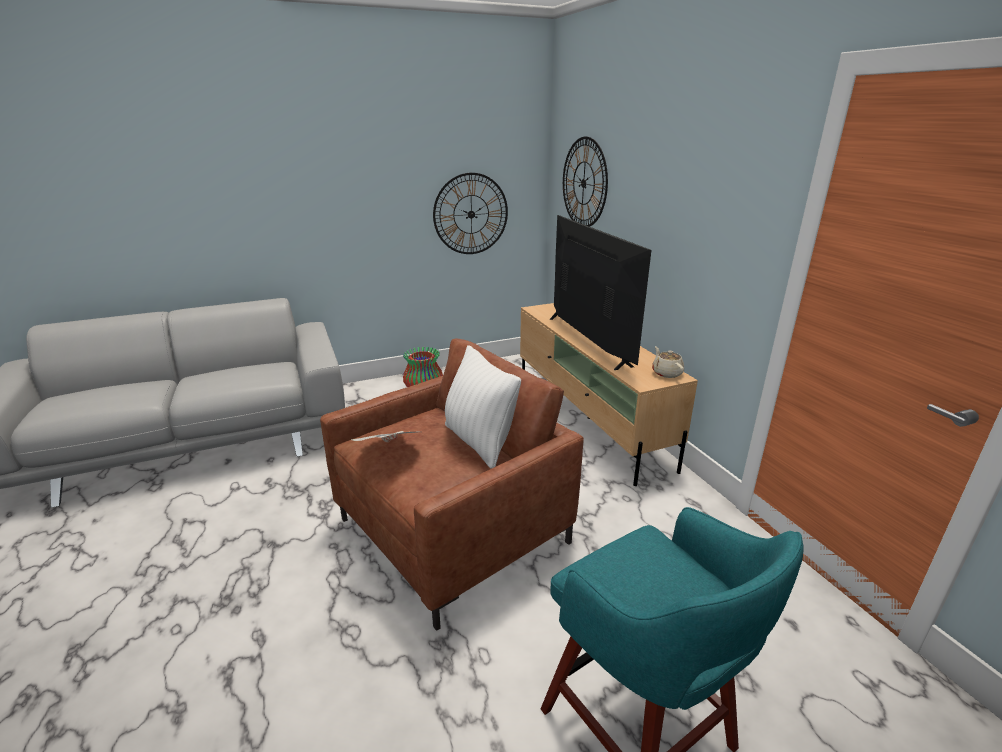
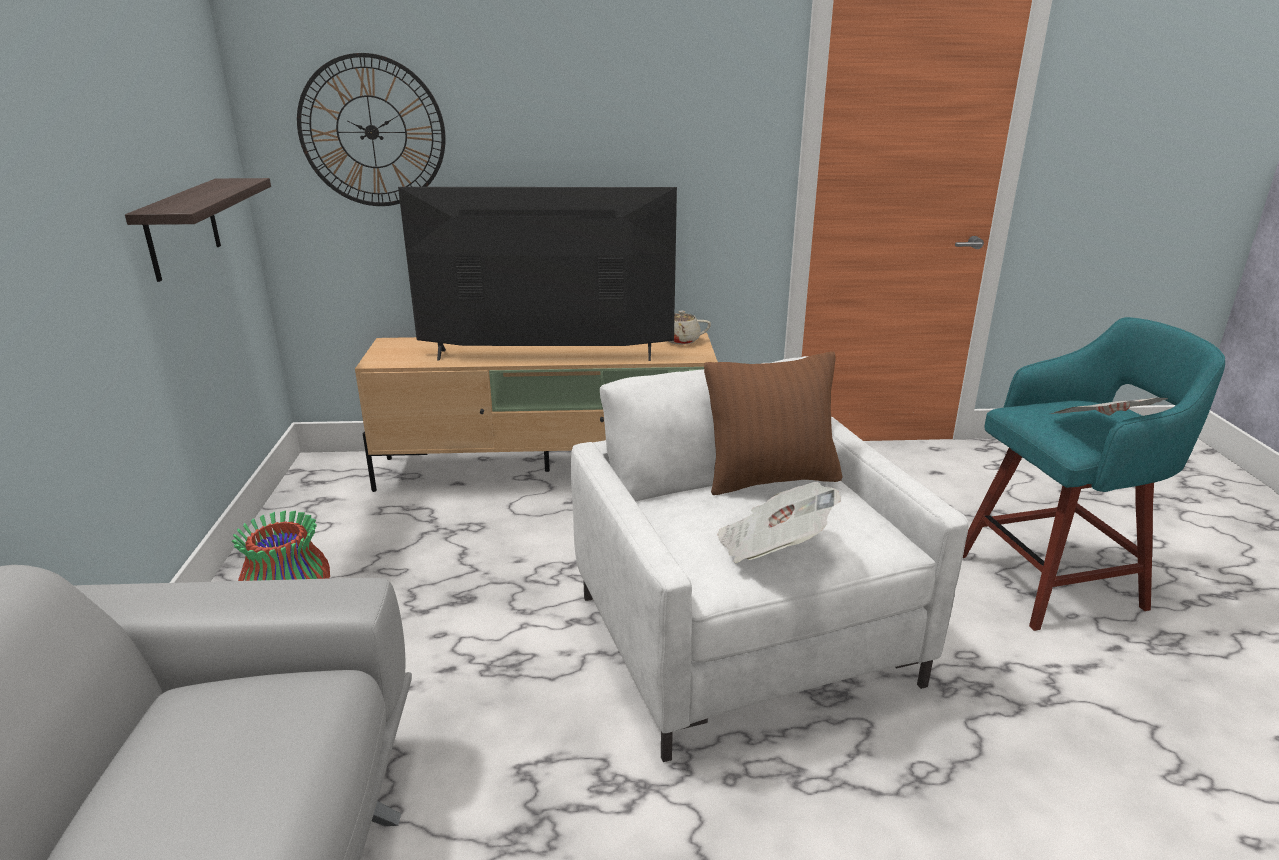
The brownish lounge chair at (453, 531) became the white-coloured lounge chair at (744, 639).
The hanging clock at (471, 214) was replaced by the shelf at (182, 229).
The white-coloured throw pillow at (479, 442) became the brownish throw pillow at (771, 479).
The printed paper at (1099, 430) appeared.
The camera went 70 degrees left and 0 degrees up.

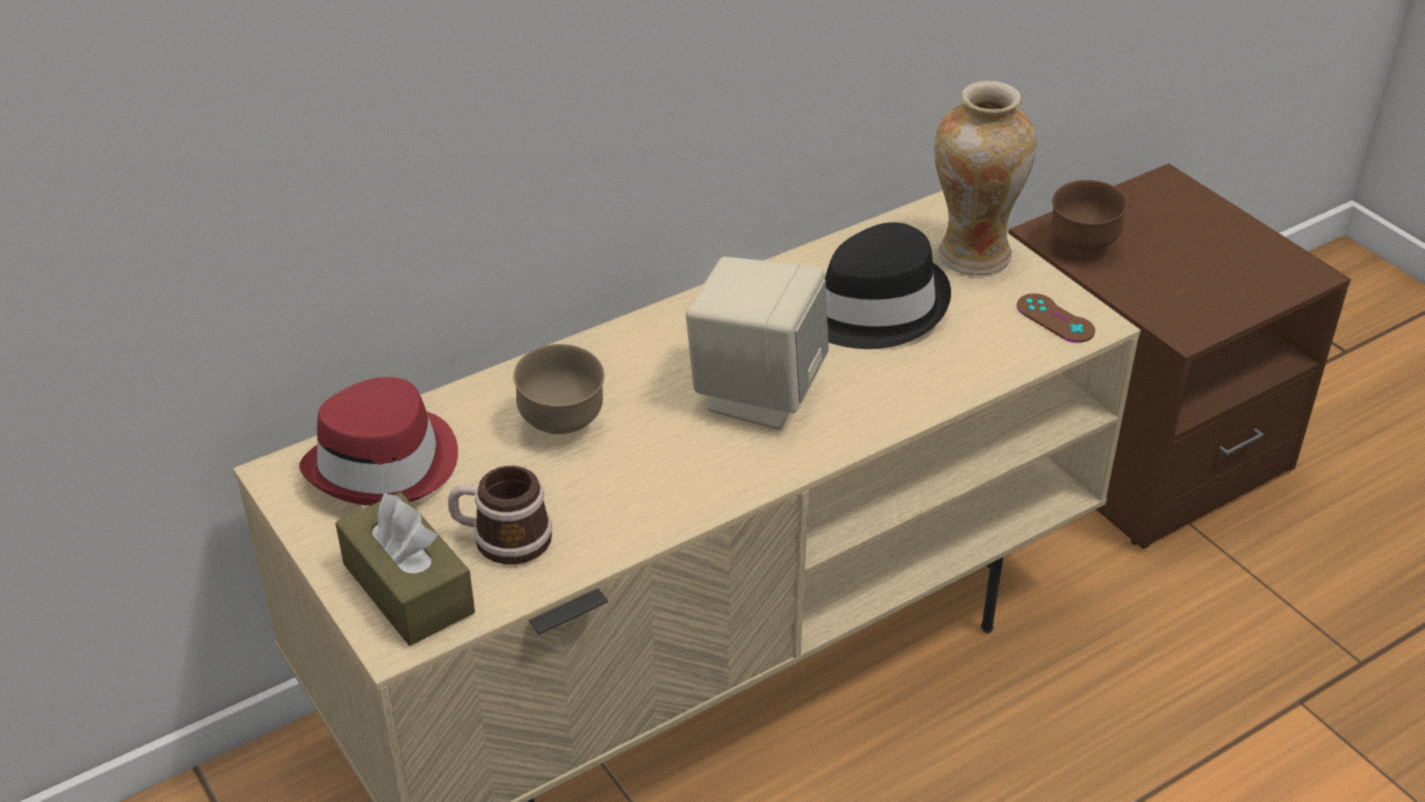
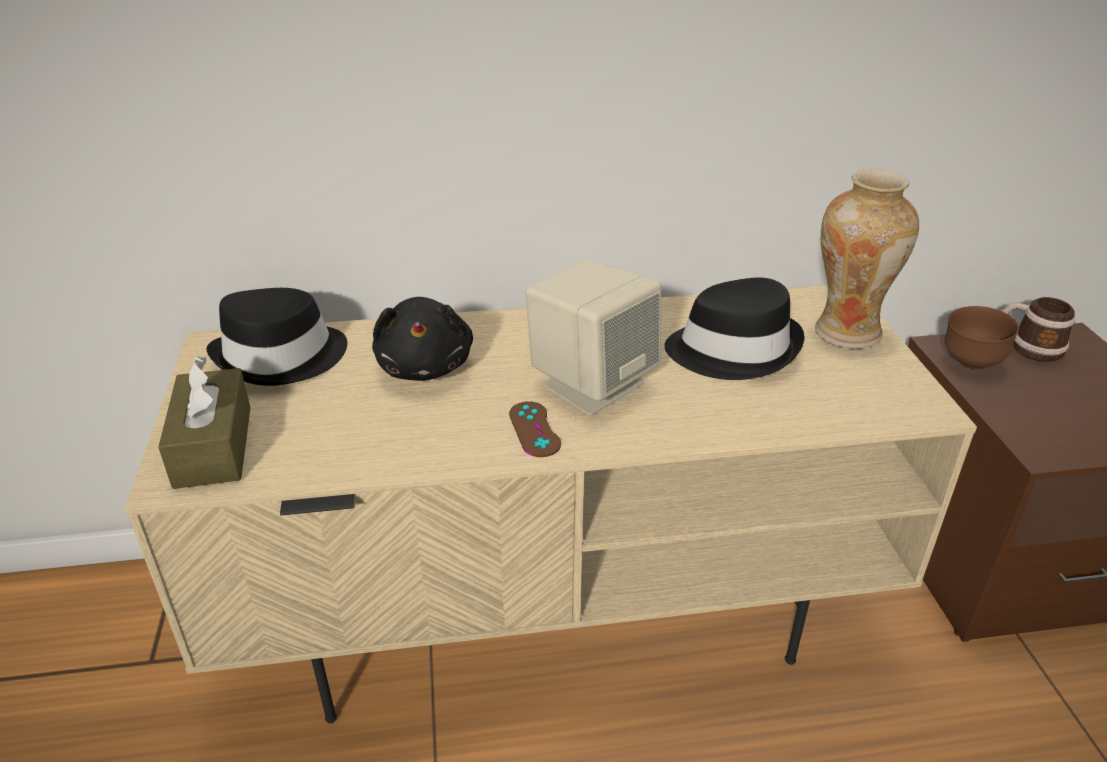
The reddish hat at (385, 464) became the blackish hat at (281, 357).
The tea mug moved from (501, 538) to (1028, 346).
The brownish serving bowl at (562, 425) was replaced by the blackish soft toy at (425, 366).
The brownish gamepad moved from (1055, 318) to (534, 429).
The camera went 25 degrees right and 5 degrees down.

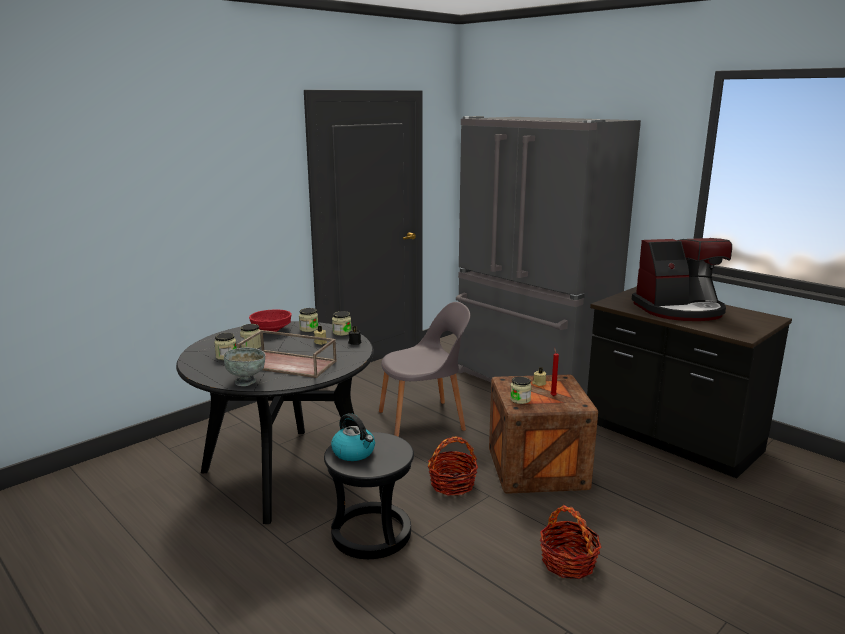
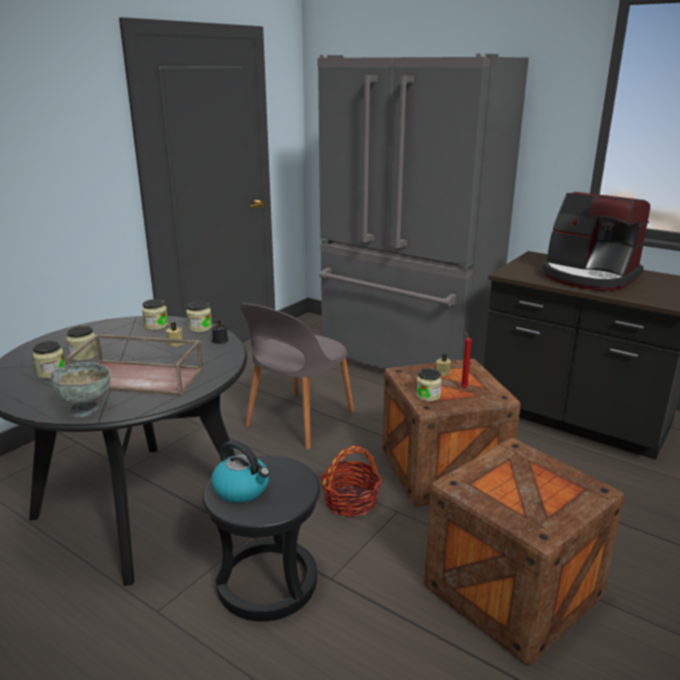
The reddish serving bowl at (272, 330) disappeared.
The greyish chair at (424, 420) turned 150 degrees clockwise.
The storage basket at (568, 562) was replaced by the packing crate at (512, 592).
The coffee machine at (679, 310) turned 60 degrees clockwise.
The camera went 10 degrees left and 5 degrees up.

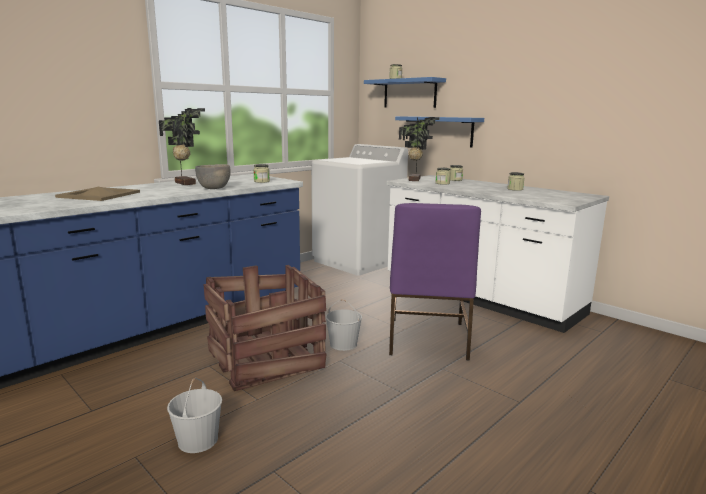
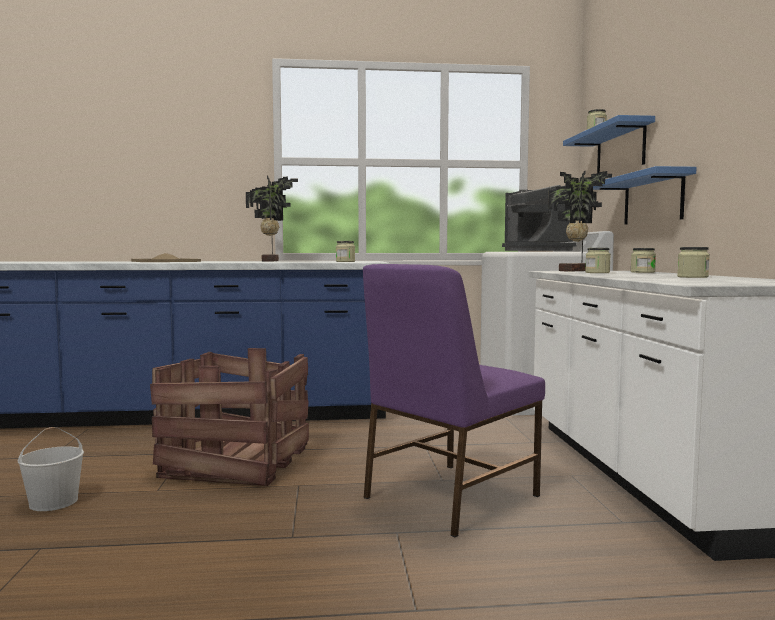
The greyish serving bowl at (214, 188) disappeared.
The white-coloured bucket at (343, 344) disappeared.
The coffee machine at (535, 251) appeared.
The camera went 40 degrees right and 10 degrees down.

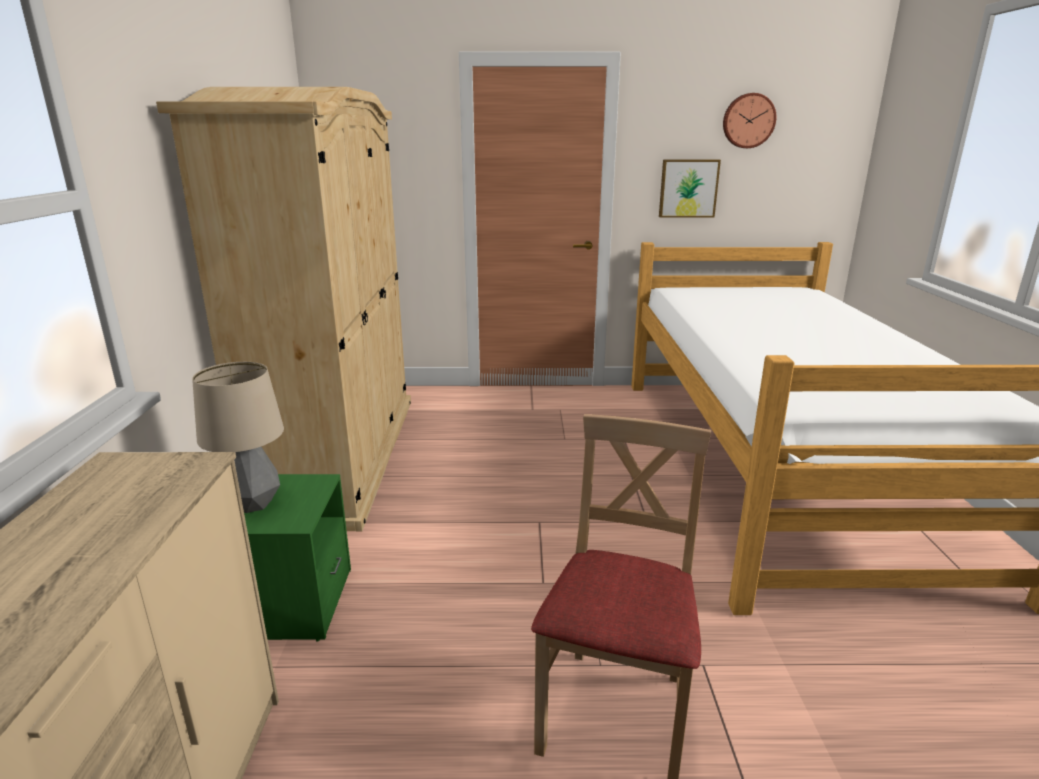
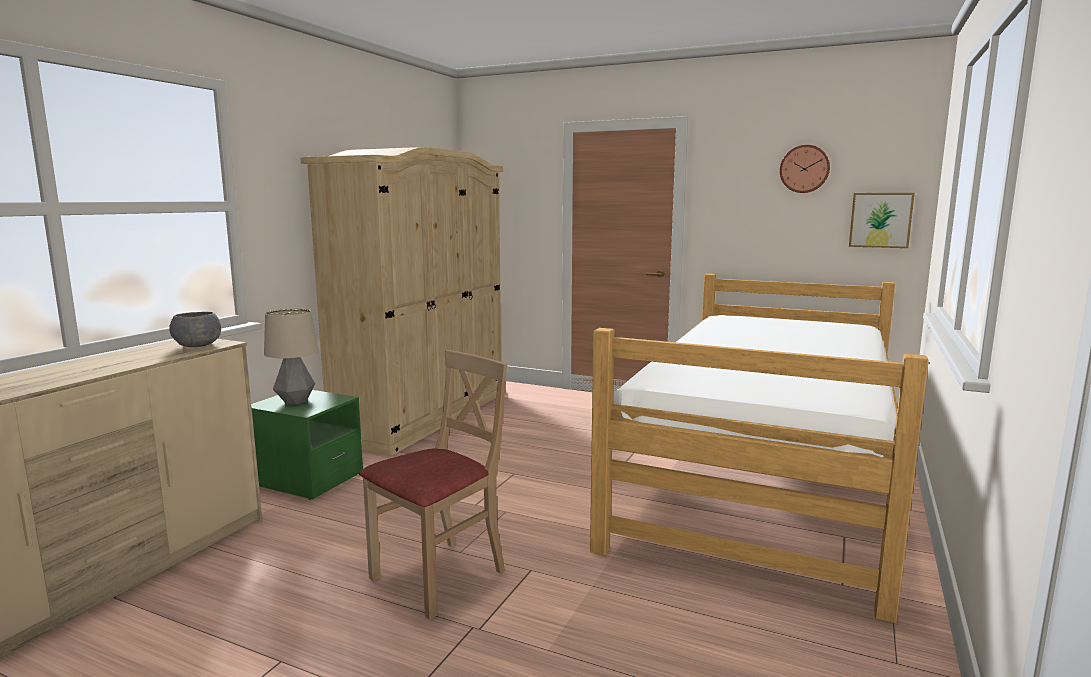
The picture moved from (688, 188) to (880, 220).
The greyish serving bowl at (198, 345) appeared.
The camera went 25 degrees right and 10 degrees down.

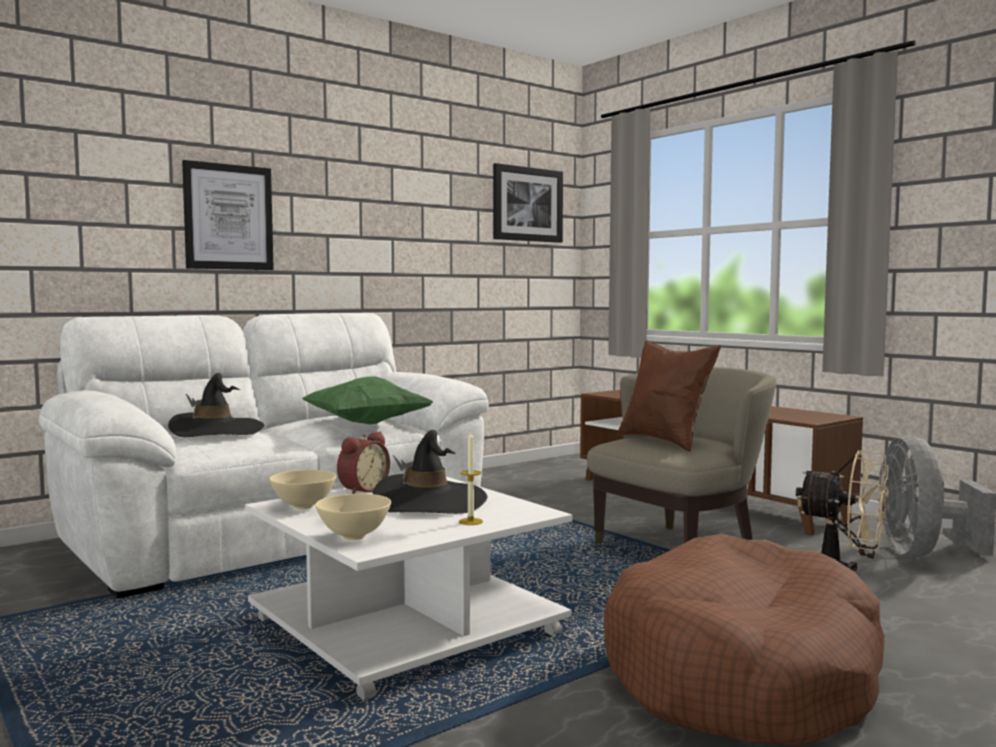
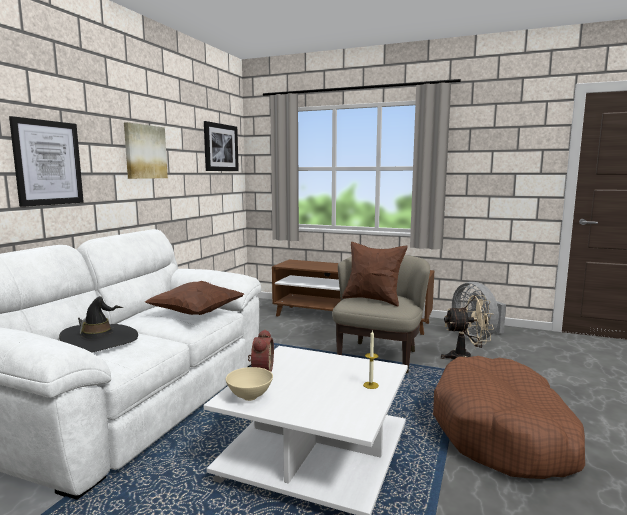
The green-coloured throw pillow at (366, 424) became the brownish throw pillow at (196, 313).
The sand-coloured serving bowl at (354, 536) disappeared.
The blackish hat at (430, 502) disappeared.
The picture at (145, 152) appeared.
The camera went 30 degrees left and 5 degrees up.

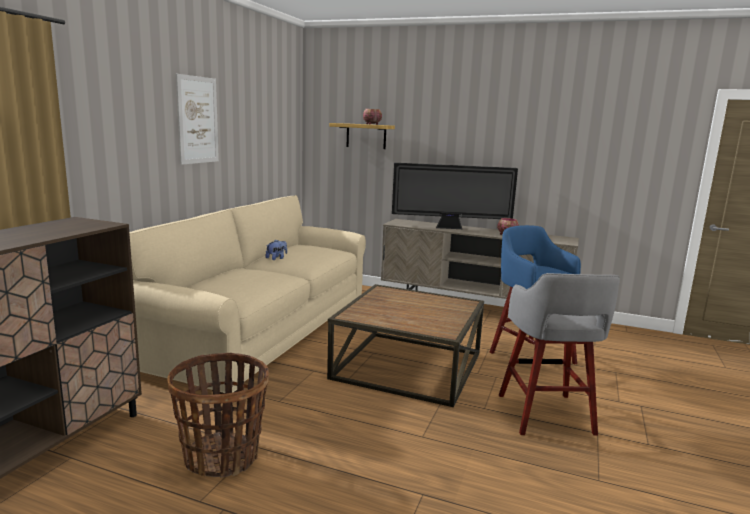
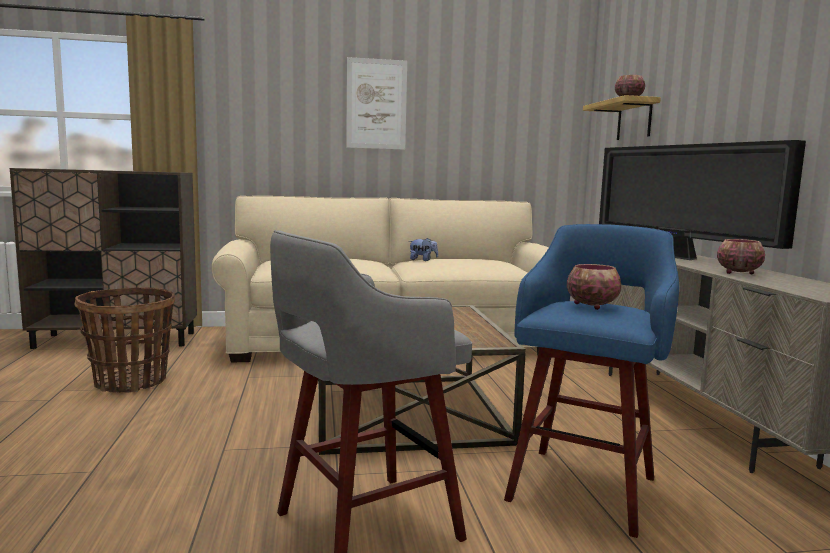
The serving bowl at (592, 306) appeared.
The camera went 60 degrees right and 5 degrees down.

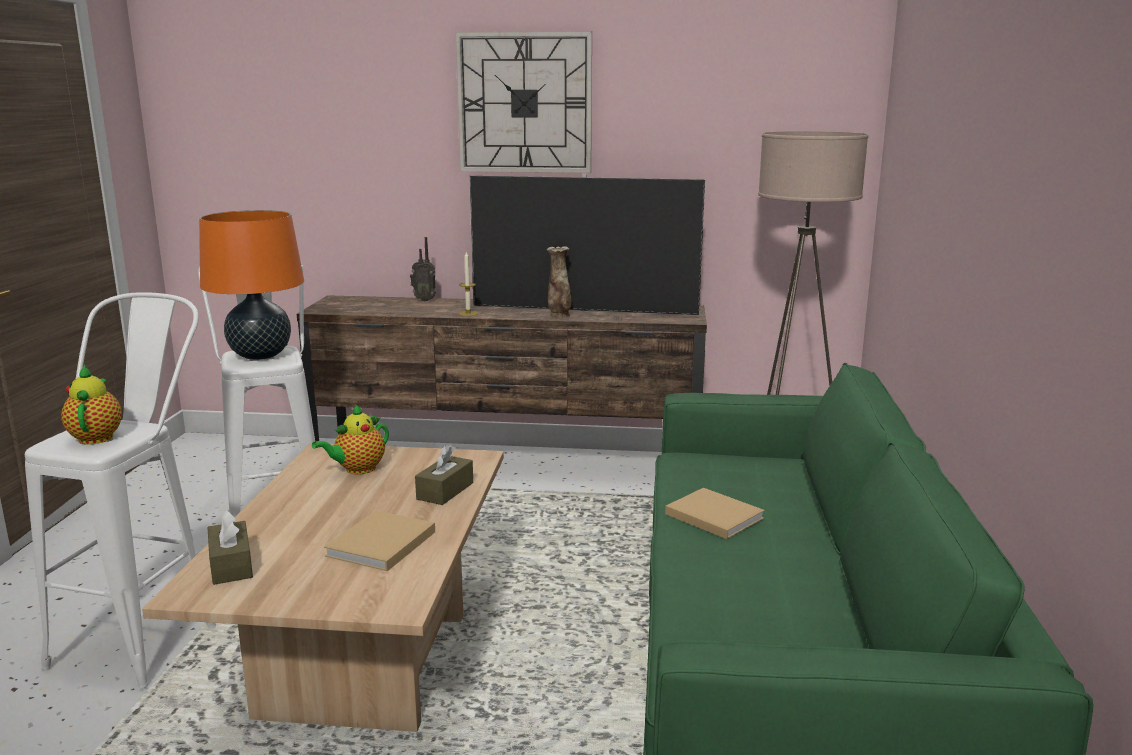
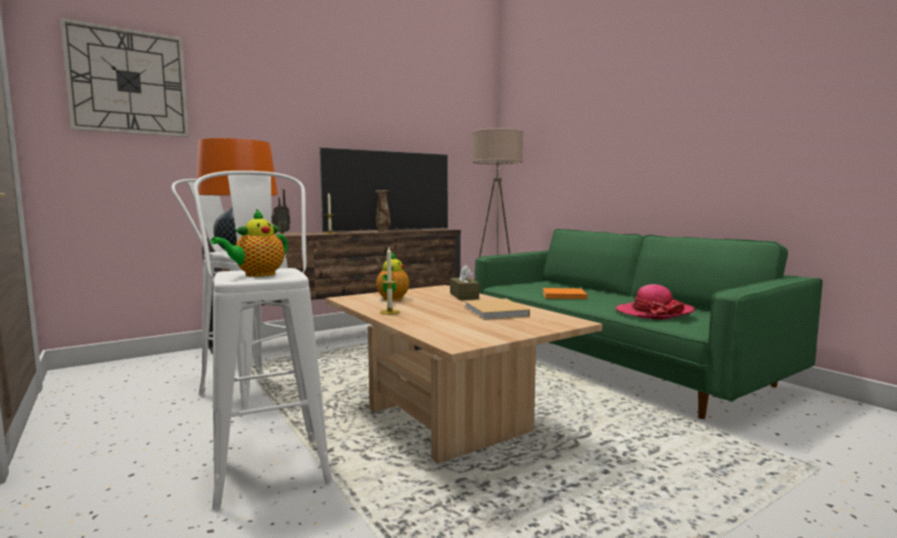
The tea pot at (97, 437) turned 90 degrees counterclockwise.
The brownish box of tissues at (231, 565) disappeared.
The hanging clock moved from (524, 103) to (128, 82).
The sand-coloured bound book at (712, 515) became the orangey bound book at (562, 295).
The candle at (389, 312) appeared.
The hat at (653, 313) appeared.
The camera went 40 degrees left and 10 degrees down.

